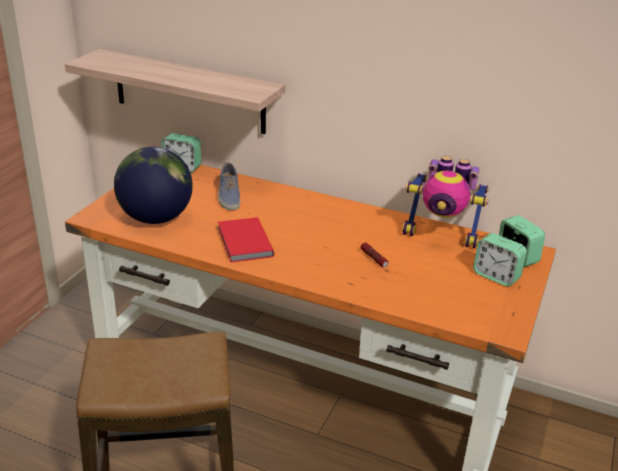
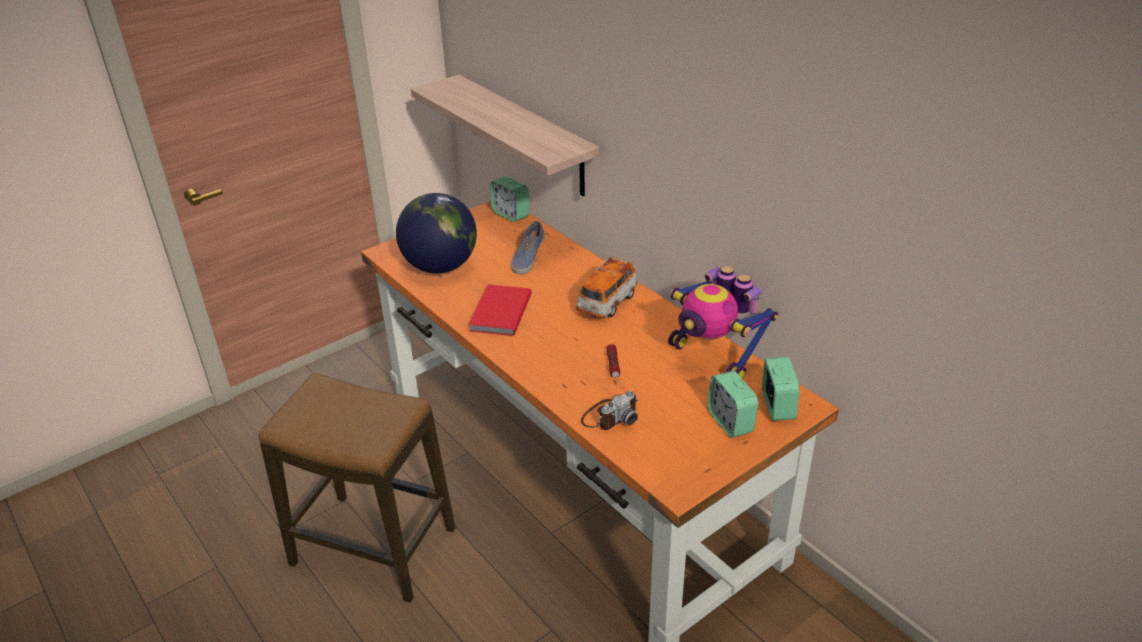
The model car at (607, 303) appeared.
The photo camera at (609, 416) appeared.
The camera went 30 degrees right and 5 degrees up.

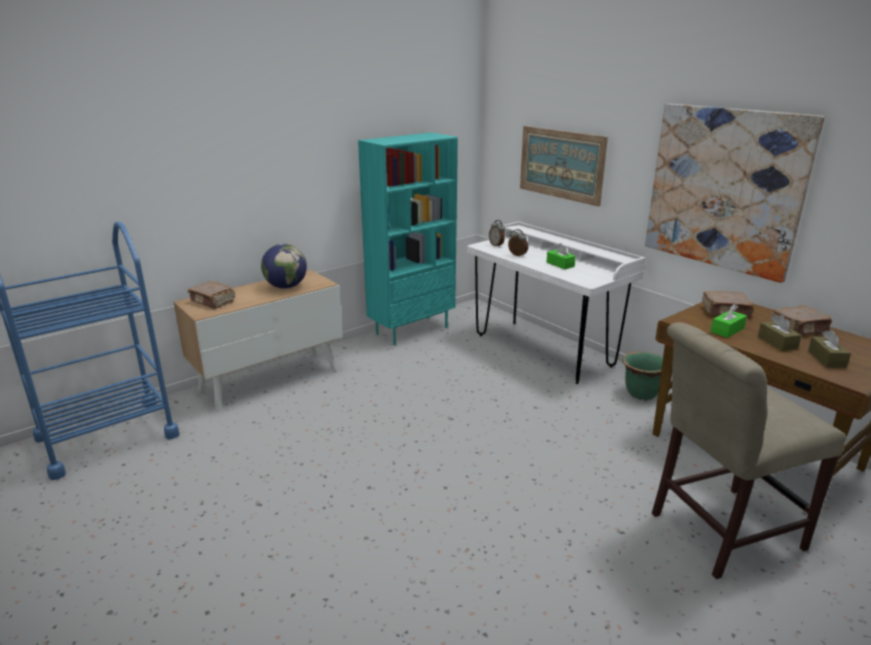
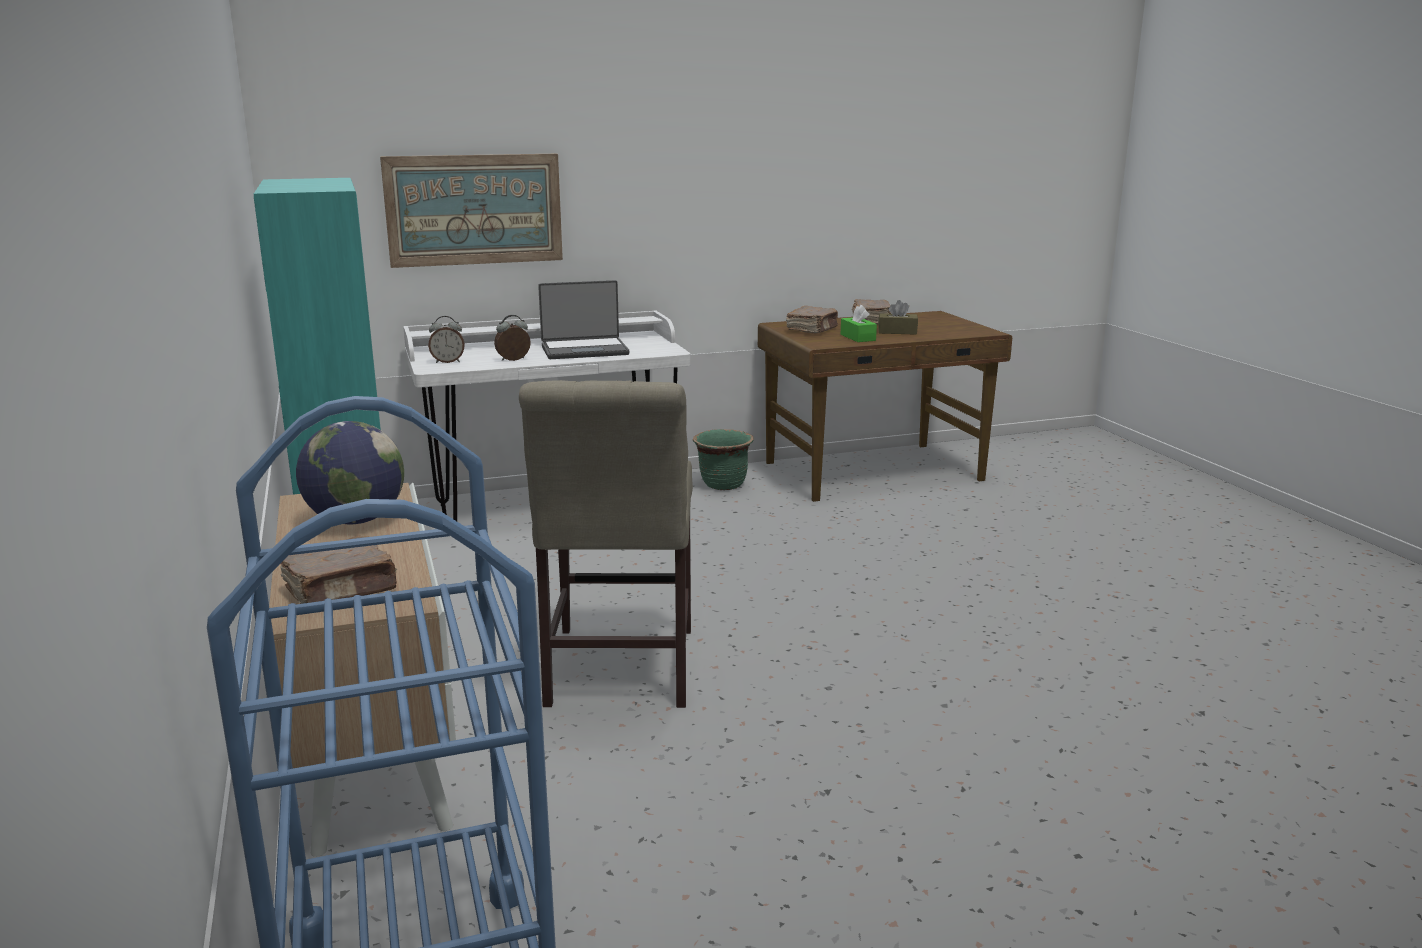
The green-coloured box of tissues at (560, 264) was replaced by the portable computer at (584, 350).
The picture at (724, 189) disappeared.
The sand-coloured chair moved from (718, 532) to (618, 672).
The brownish box of tissues at (826, 359) disappeared.
The camera went 70 degrees left and 5 degrees down.

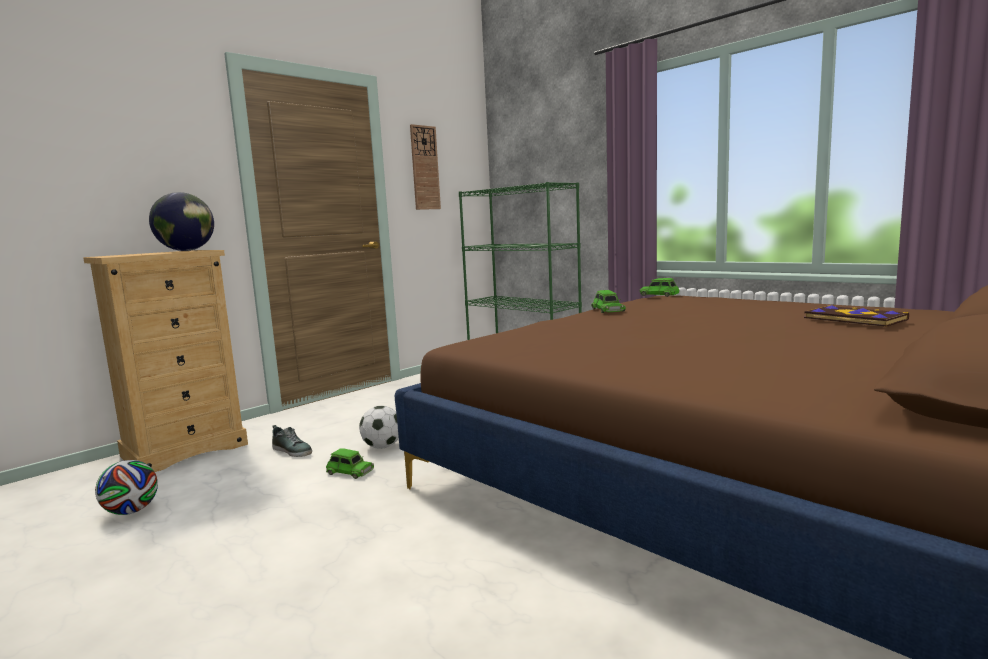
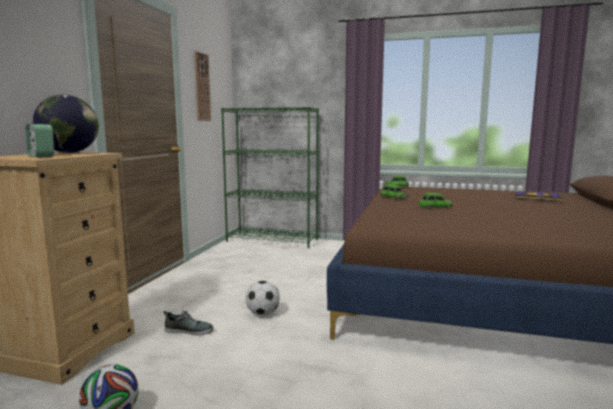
The green-coloured model car moved from (349, 471) to (435, 207).
The table clock at (41, 156) appeared.
The camera went 30 degrees left and 0 degrees up.

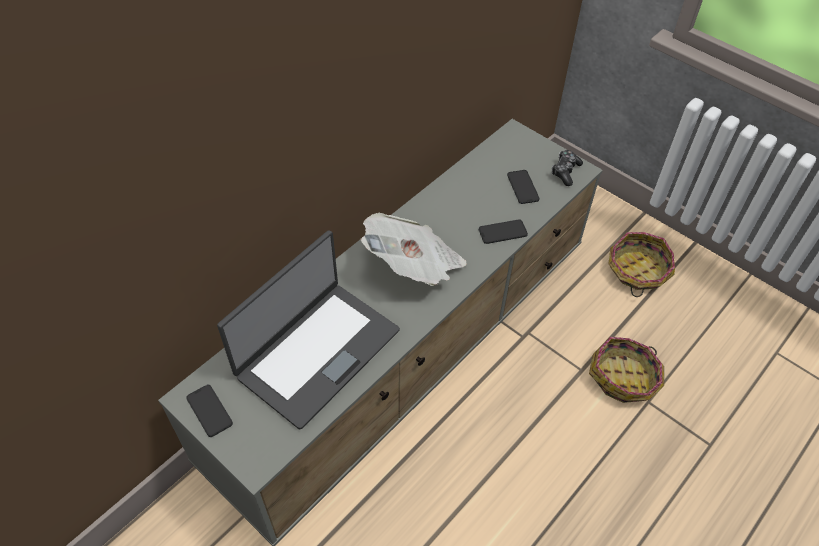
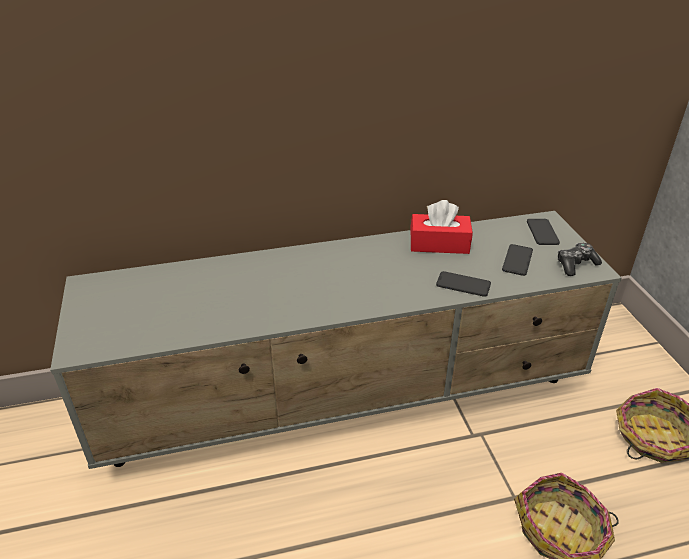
The handset moved from (209, 410) to (542, 232).
The portable computer at (316, 352) disappeared.
The printed paper at (414, 266) disappeared.
The reddish box of tissues at (439, 244) appeared.
The camera went 35 degrees right and 15 degrees down.

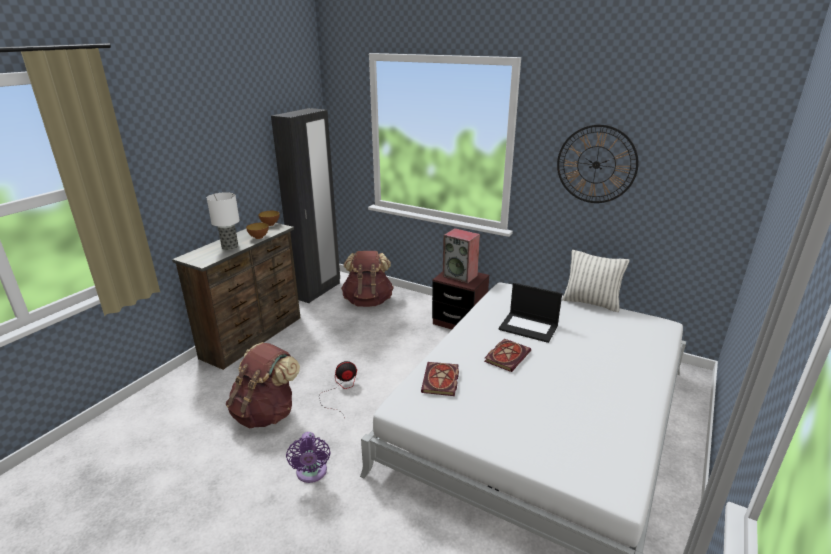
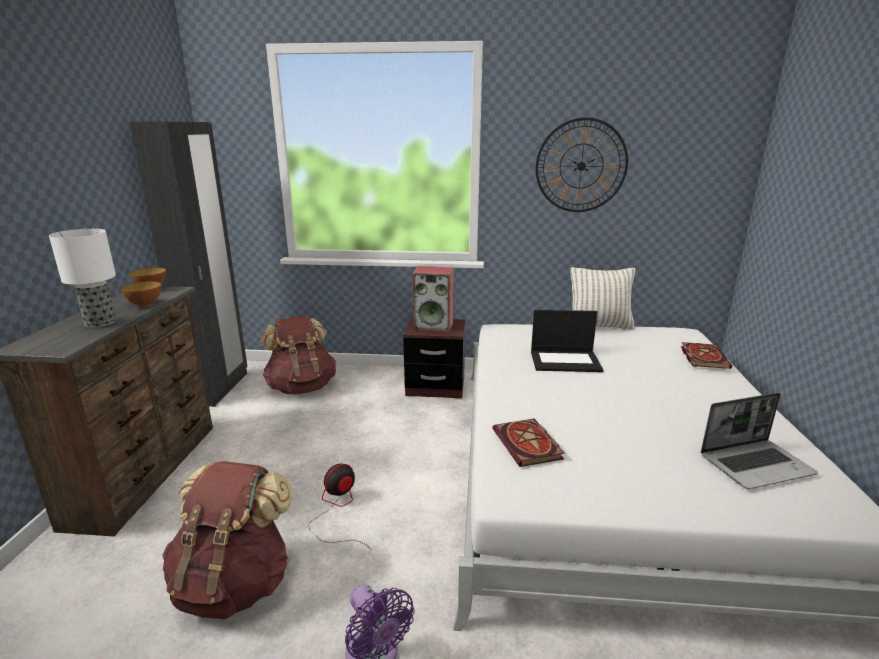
The bound book moved from (507, 356) to (702, 357).
The portable computer at (756, 464) appeared.
The camera went 25 degrees left and 5 degrees down.

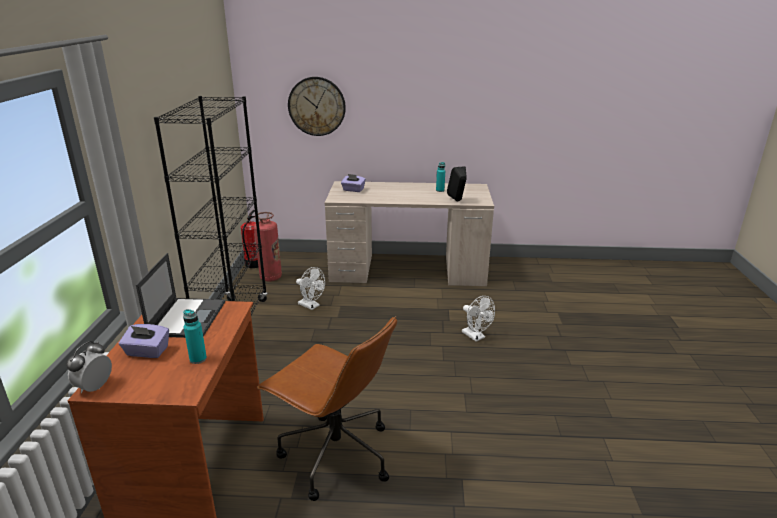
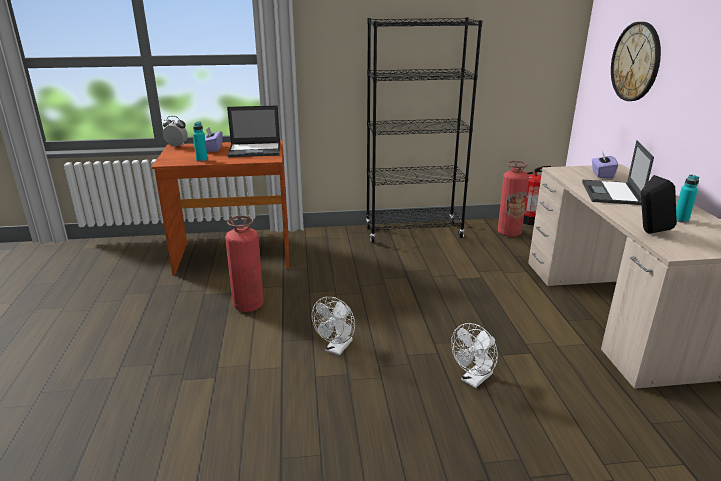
The brownish computer chair at (334, 455) was replaced by the fire-fighting cylinder at (248, 305).
The white-coloured cooling fan moved from (311, 306) to (337, 349).
The portable computer at (611, 193) appeared.
The camera went 80 degrees right and 0 degrees up.

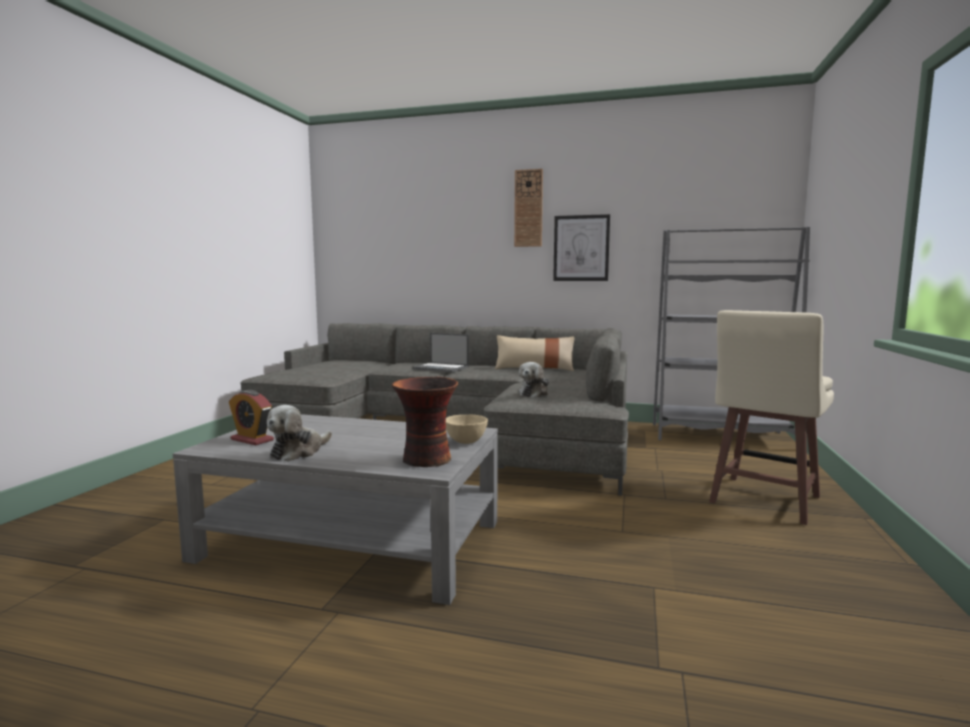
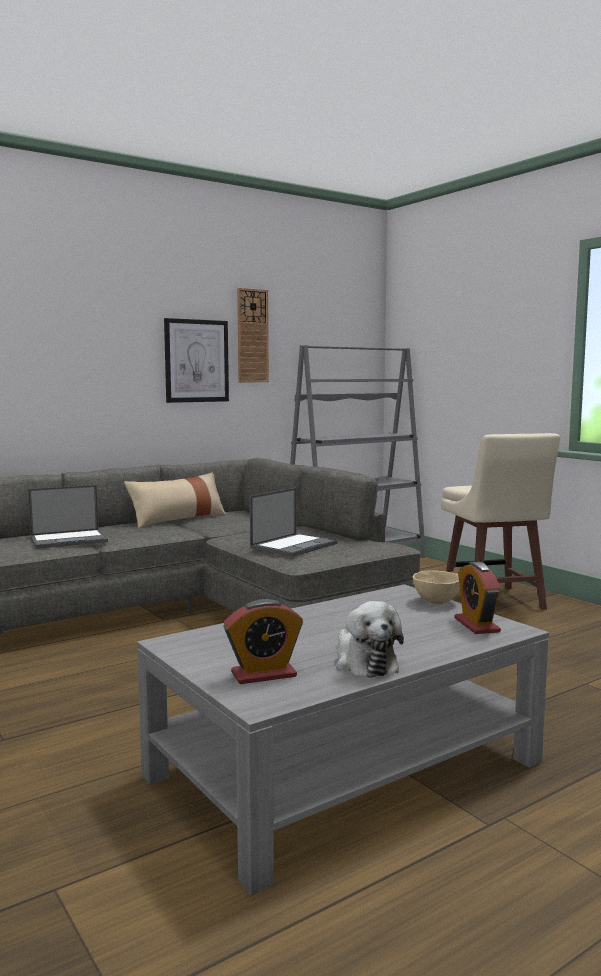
The decorative vase at (426, 460) was replaced by the table clock at (476, 625).
The hanging clock moved from (528, 208) to (252, 336).
The soft toy at (534, 393) was replaced by the portable computer at (294, 545).
The camera went 50 degrees left and 0 degrees up.

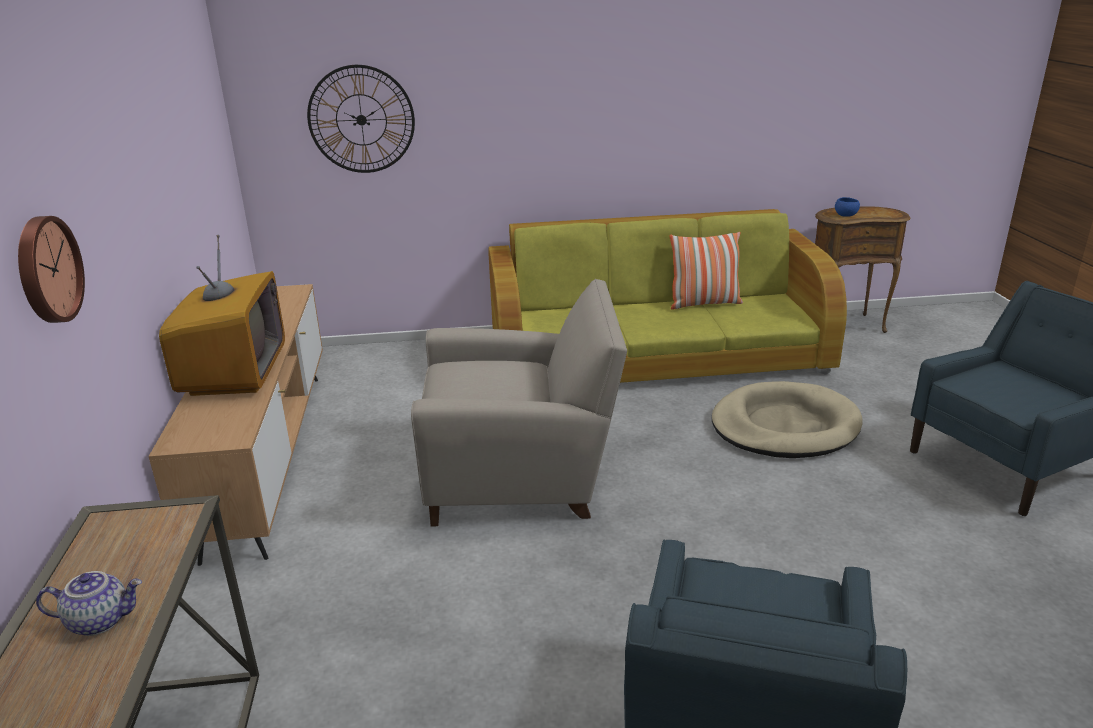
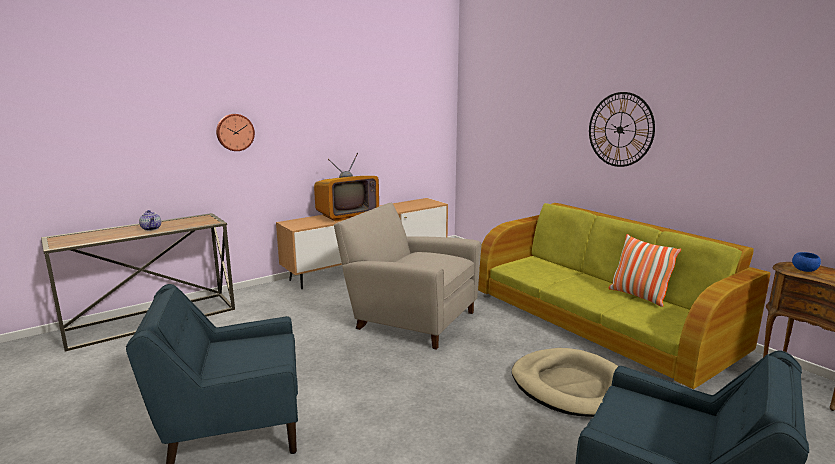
The hanging clock moved from (361, 120) to (620, 129).
The sand-coloured lounge chair at (522, 477) turned 150 degrees clockwise.
The camera went 60 degrees right and 10 degrees down.

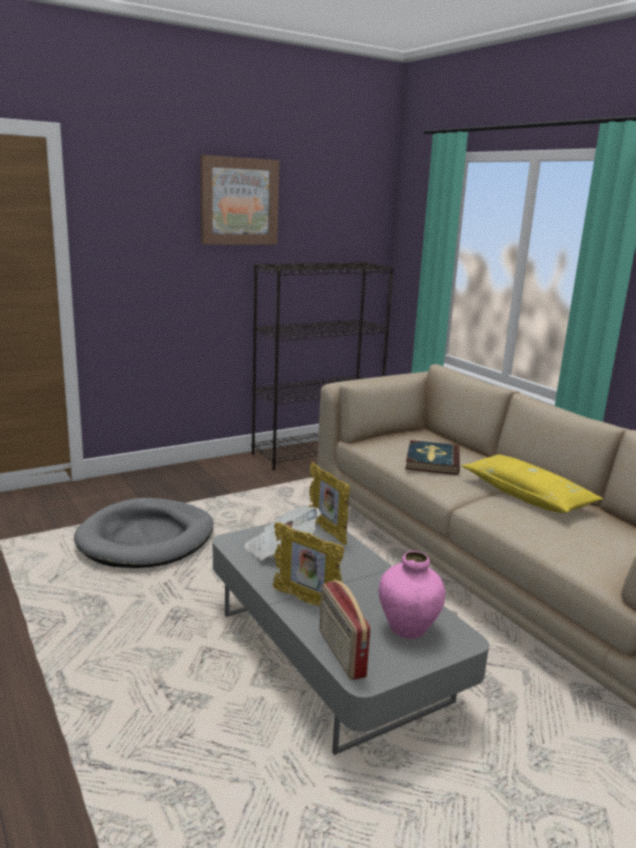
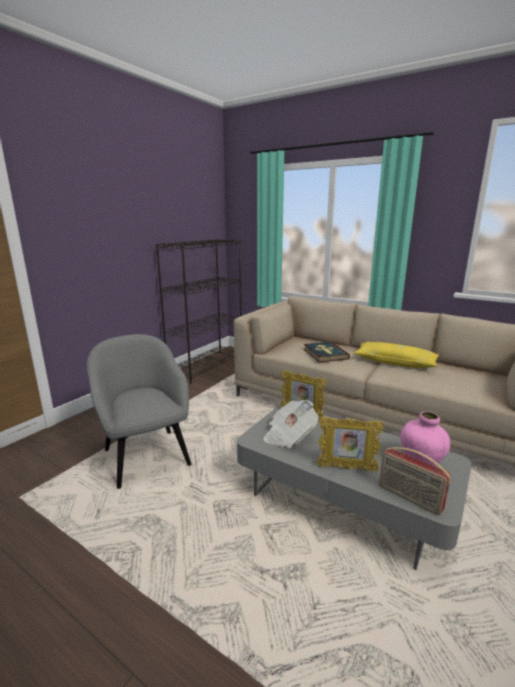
The greyish dog cushion at (147, 538) was replaced by the greyish lounge chair at (146, 456).
The picture at (239, 201) disappeared.
The camera went 25 degrees left and 0 degrees up.

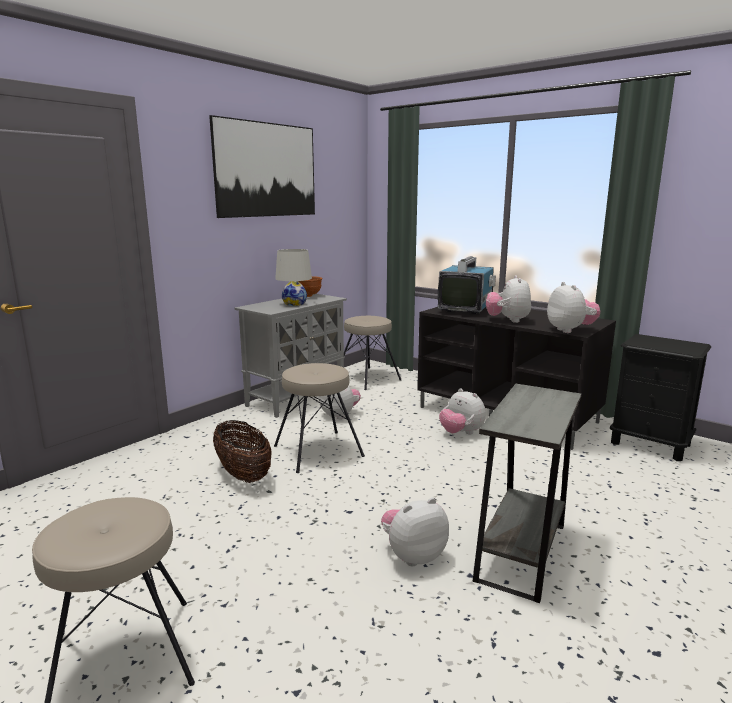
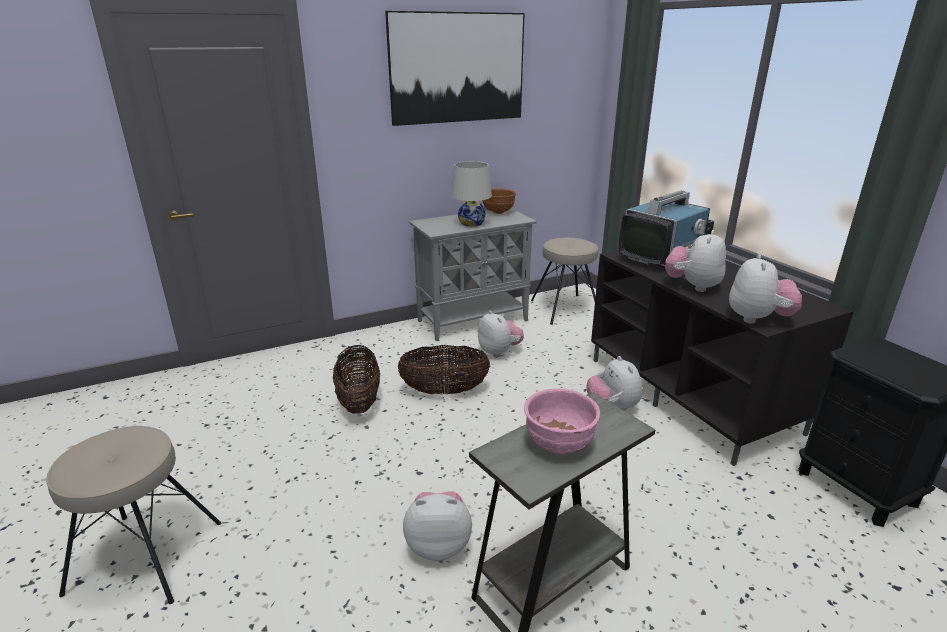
The sand-coloured stool seat at (317, 450) was replaced by the storage basket at (444, 391).
The pink-coloured serving bowl at (559, 444) appeared.
The camera went 25 degrees right and 10 degrees up.

